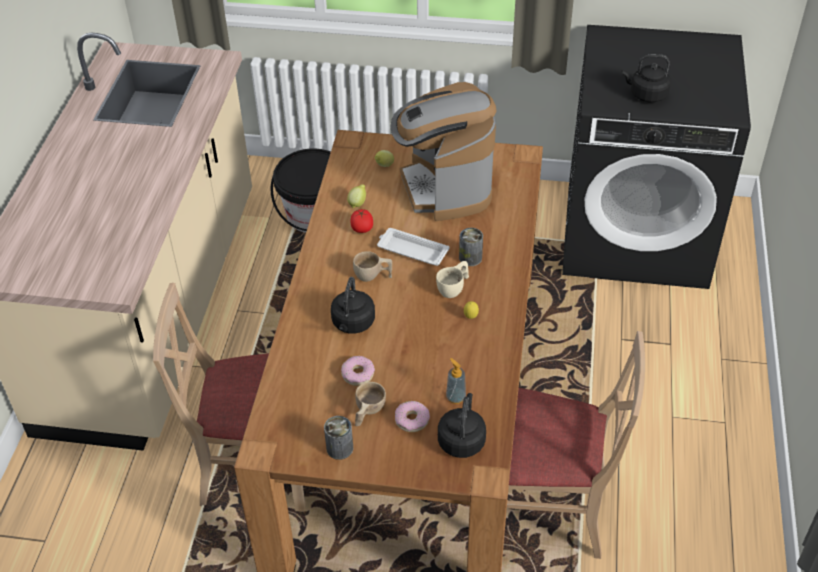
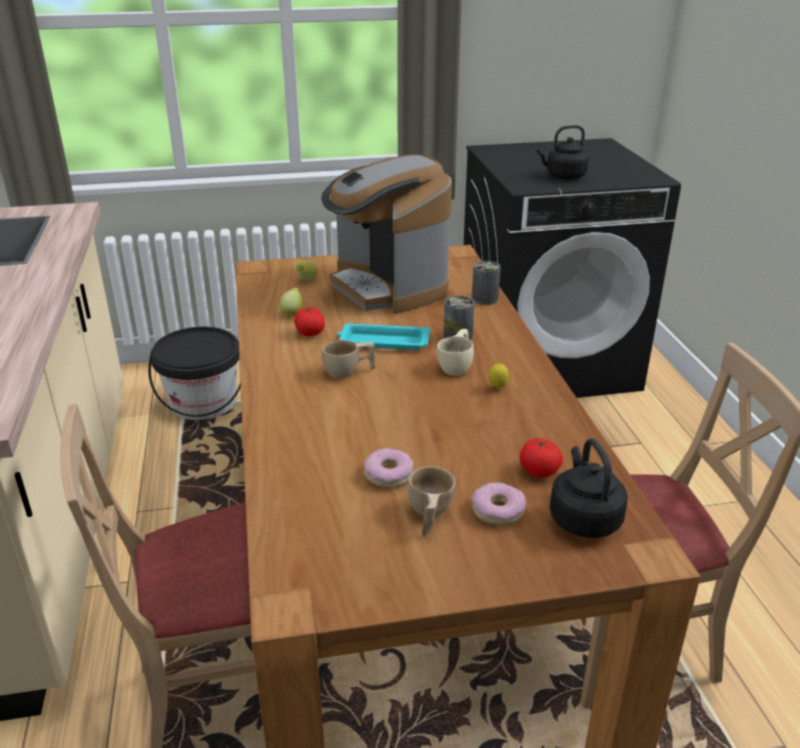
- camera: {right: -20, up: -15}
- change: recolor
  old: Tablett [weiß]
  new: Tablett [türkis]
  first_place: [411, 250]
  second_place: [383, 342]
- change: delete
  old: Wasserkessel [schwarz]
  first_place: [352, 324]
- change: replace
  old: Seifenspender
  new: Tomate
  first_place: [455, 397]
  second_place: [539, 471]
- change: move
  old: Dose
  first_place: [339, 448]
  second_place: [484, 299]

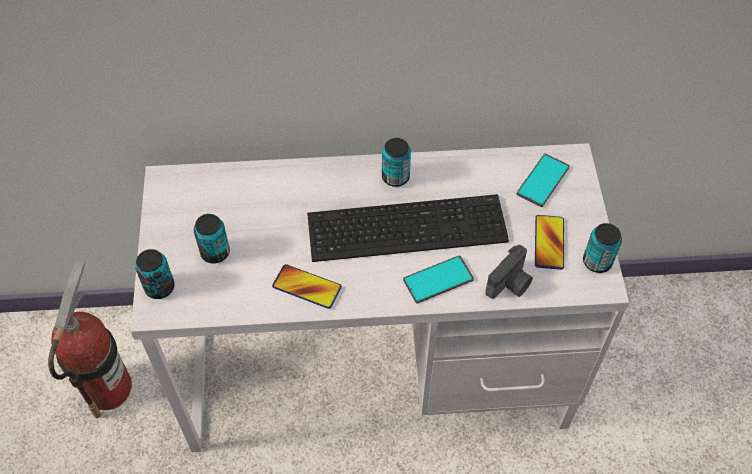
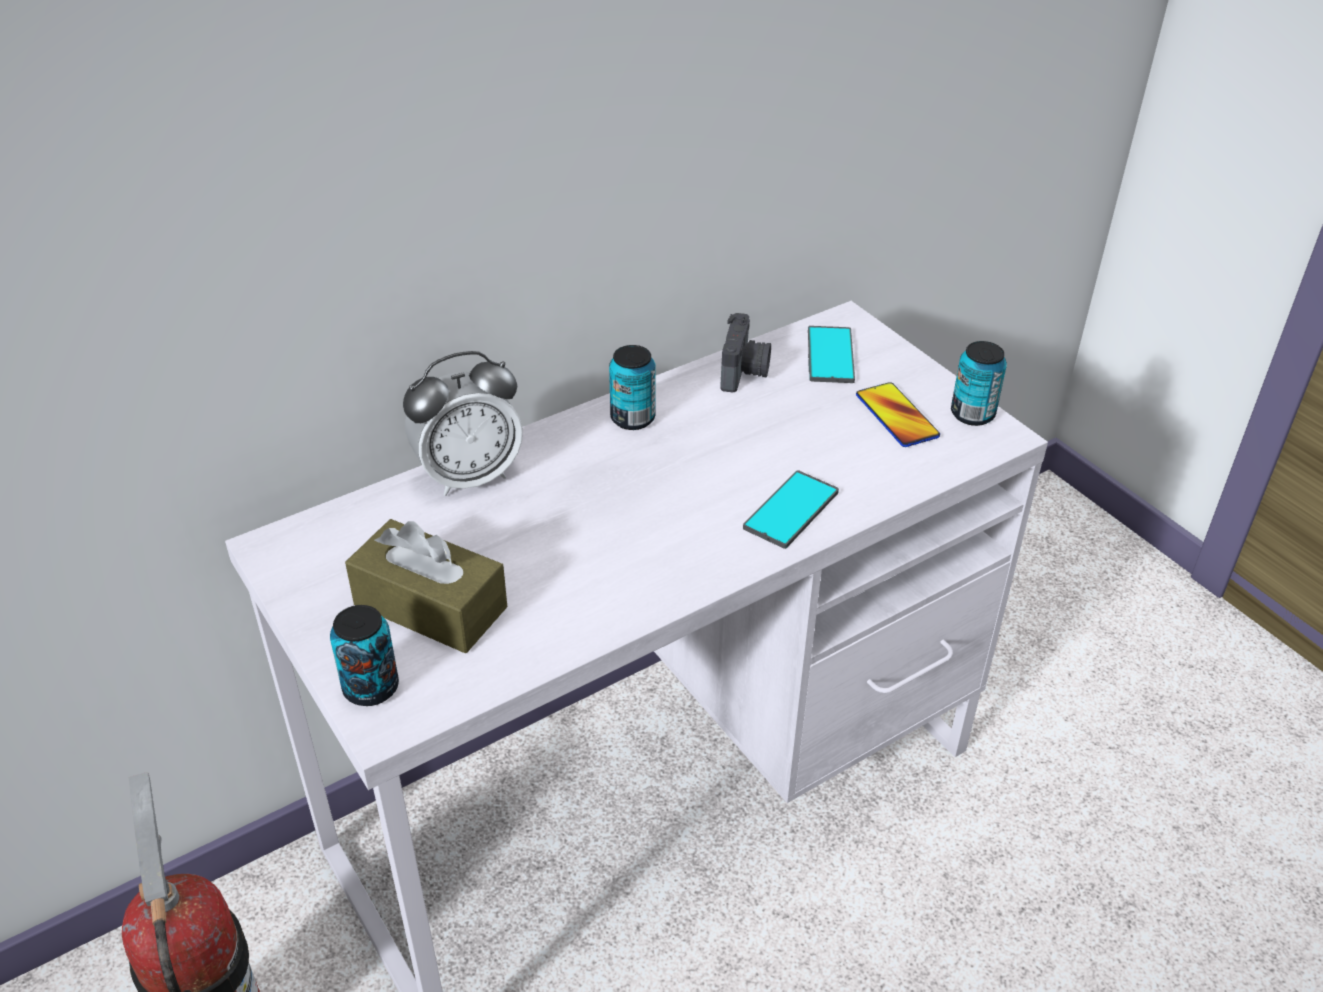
- camera: {right: -30, up: -15}
- change: delete
  old: Tastatur
  first_place: [404, 225]
- change: replace
  old: Dose
  new: Taschentuchbox [braun]
  first_place: [215, 252]
  second_place: [430, 606]
- change: move
  old: Kamera
  first_place: [510, 284]
  second_place: [745, 372]
- change: delete
  old: Handy
  first_place: [307, 287]
- change: insert
  new: Wecker
  second_place: [469, 476]

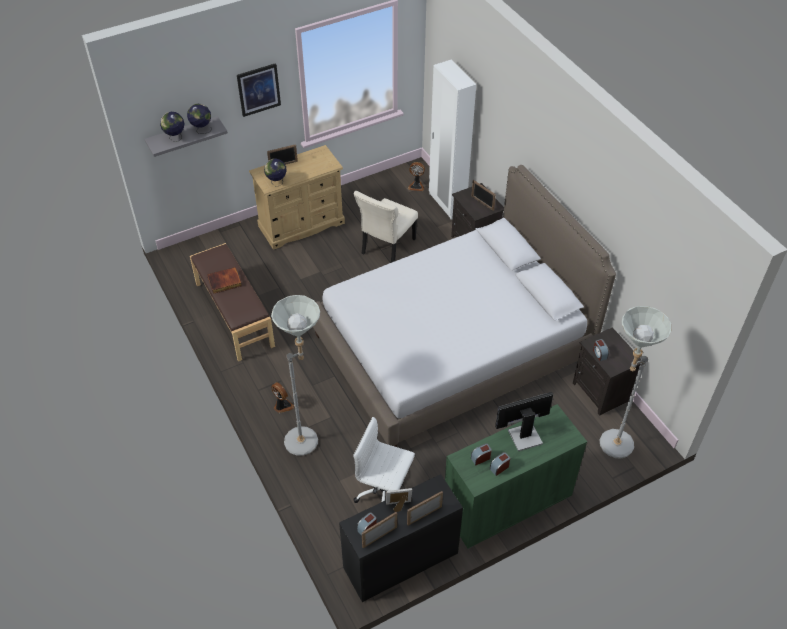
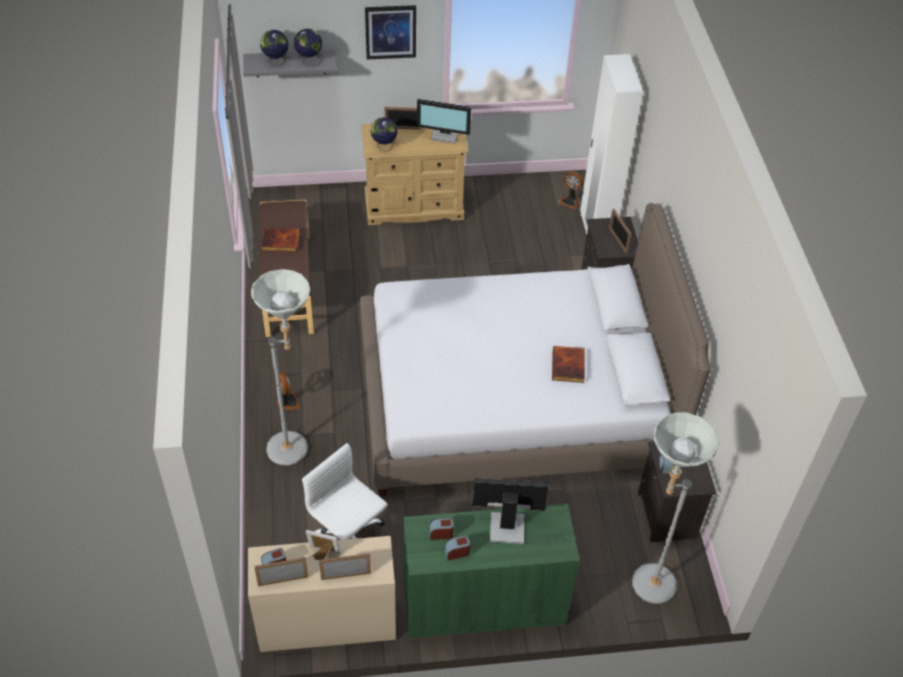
- camera: {right: 20, up: 0}
- change: delete
  old: Stuhl [beige]
  first_place: [387, 247]
- change: recolor
  old: Schreibtisch [schwarz]
  new: Schreibtisch [beige]
  first_place: [400, 561]
  second_place: [327, 623]
- change: insert
  new: Monitor
  second_place: [445, 135]
- change: insert
  new: Buch
  second_place: [569, 366]

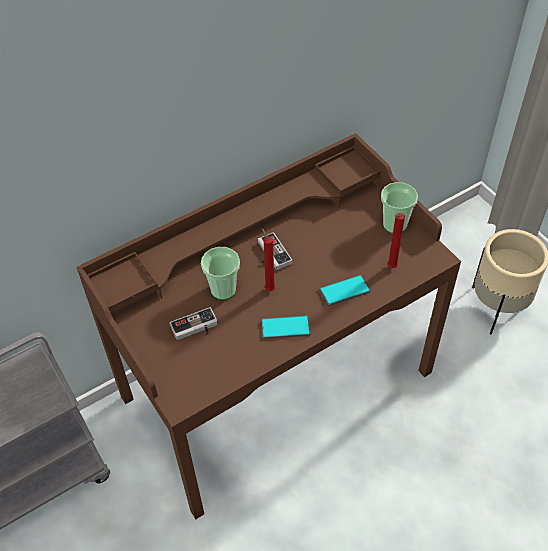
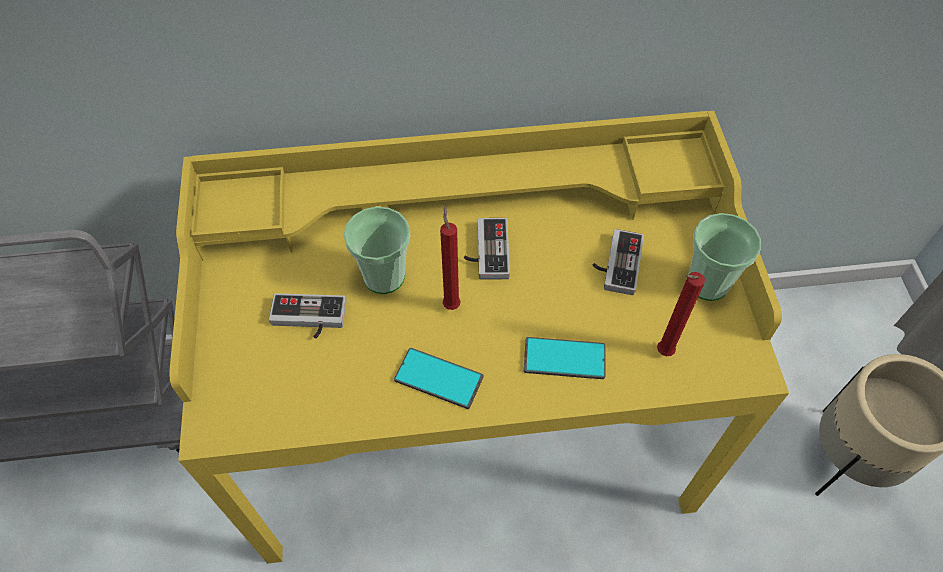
- camera: {right: 25, up: 5}
- change: recolor
  old: Schreibtisch [braun]
  new: Schreibtisch [gelb]
  first_place: [276, 383]
  second_place: [471, 424]
- change: insert
  new: Gamepad
  second_place: [615, 263]

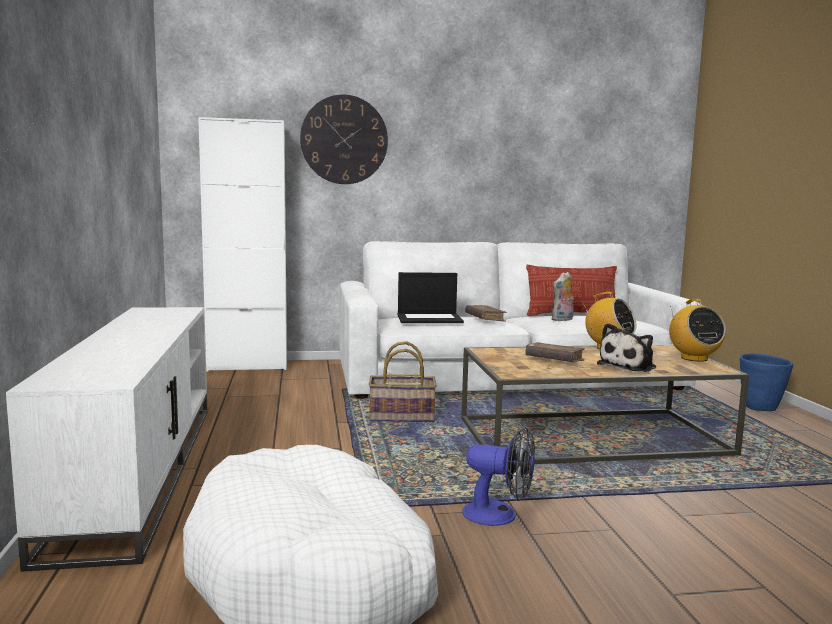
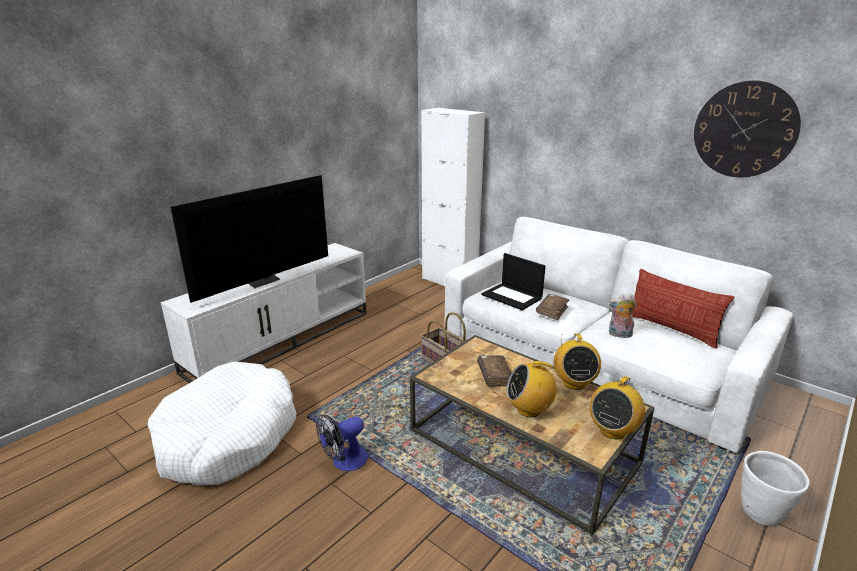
- camera: {right: 50, up: 15}
- change: move
  old: Wanduhr
  first_place: [344, 140]
  second_place: [744, 130]
- change: replace
  old: Plüschtier
  new: Radio
  first_place: [629, 366]
  second_place: [529, 409]
- change: recolor
  old: Pflanzkübel [blau]
  new: Pflanzkübel [weiß]
  first_place: [761, 408]
  second_place: [761, 514]
- change: rotate
  old: Ventilator
  first_place: [499, 515]
  second_place: [344, 462]
  degrees: 75
- change: insert
  new: Fernseher
  second_place: [262, 281]

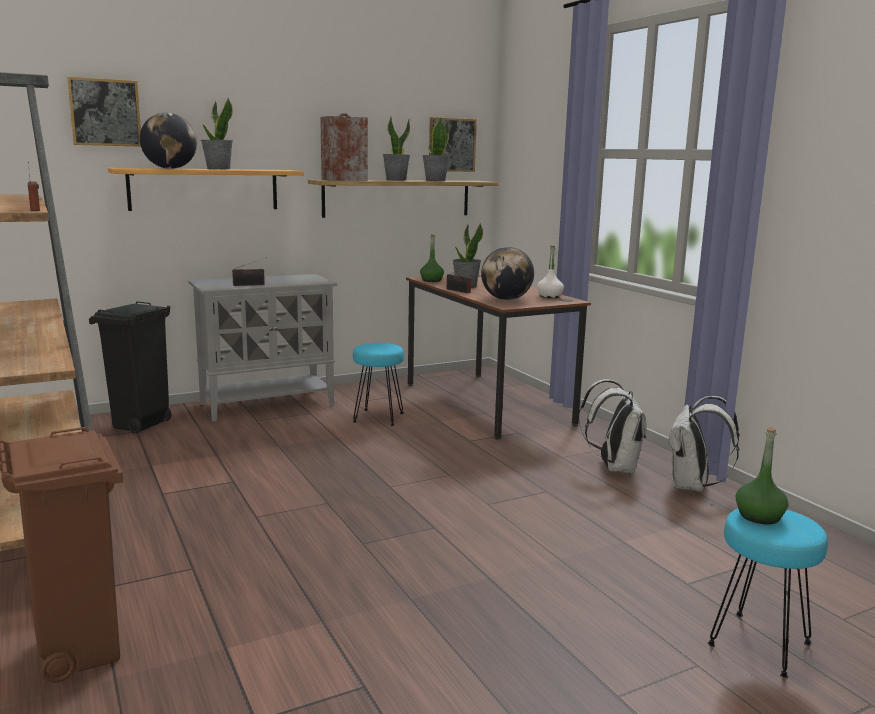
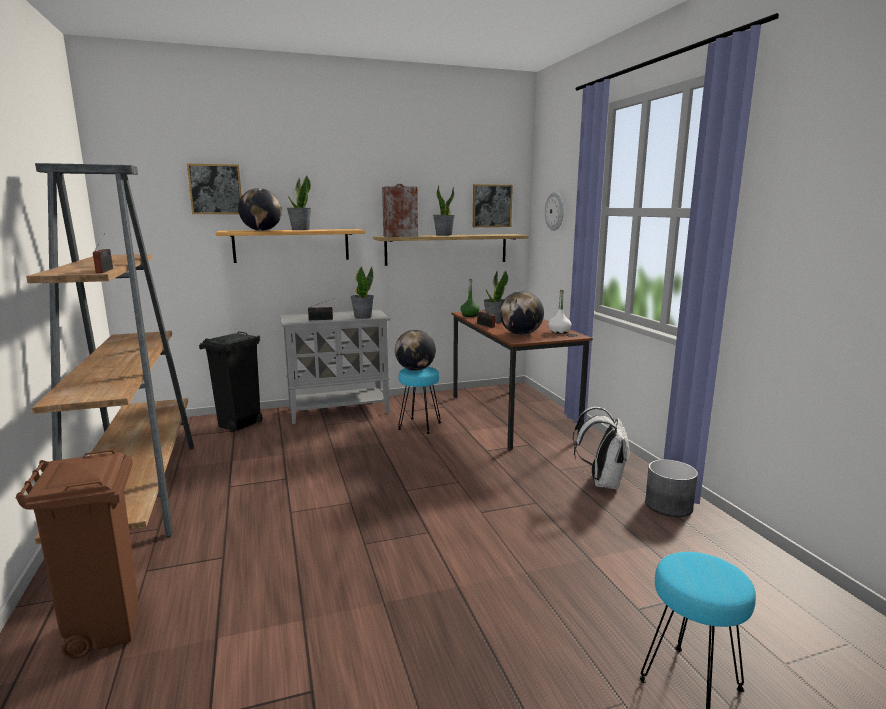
- camera: {right: 10, up: 0}
- change: move
  old: Topfpflanze
  first_place: [435, 180]
  second_place: [362, 317]
- change: replace
  old: Rucksack [weiß]
  new: Pflanzkübel [grau]
  first_place: [692, 486]
  second_place: [669, 506]
- change: delete
  old: Flasche [grün]
  first_place: [759, 516]
- change: insert
  new: Wanduhr
  second_place: [555, 211]
- change: insert
  new: Globus
  second_place: [415, 369]

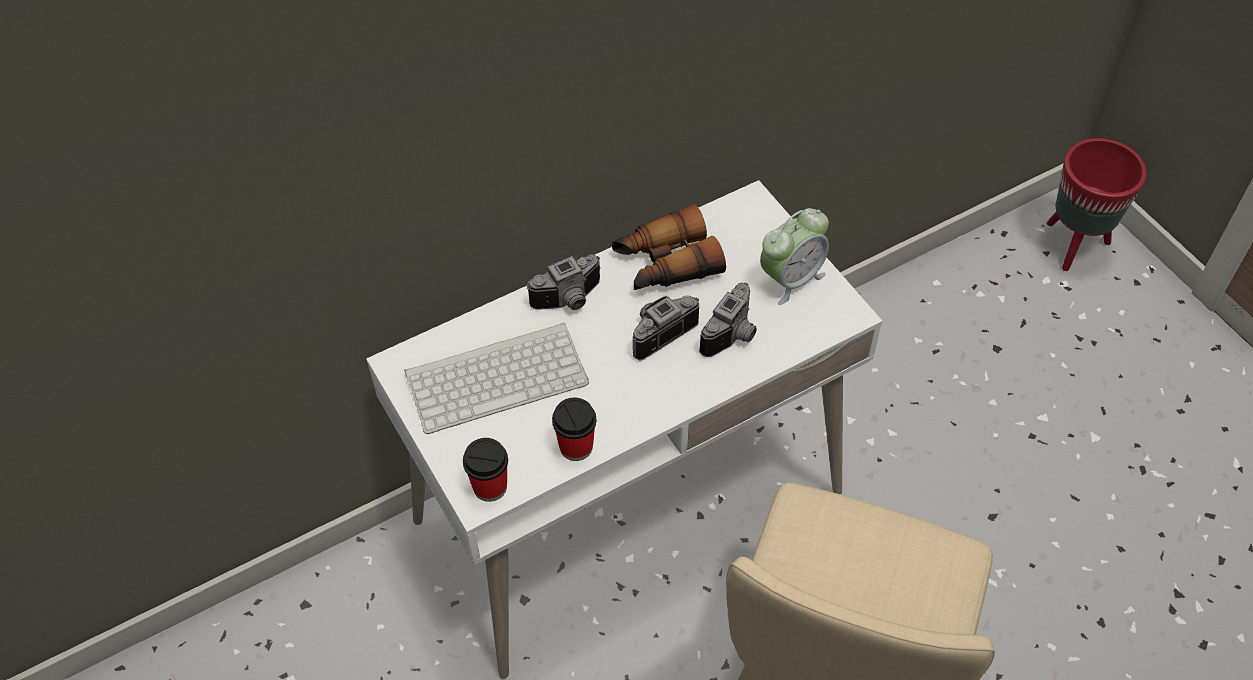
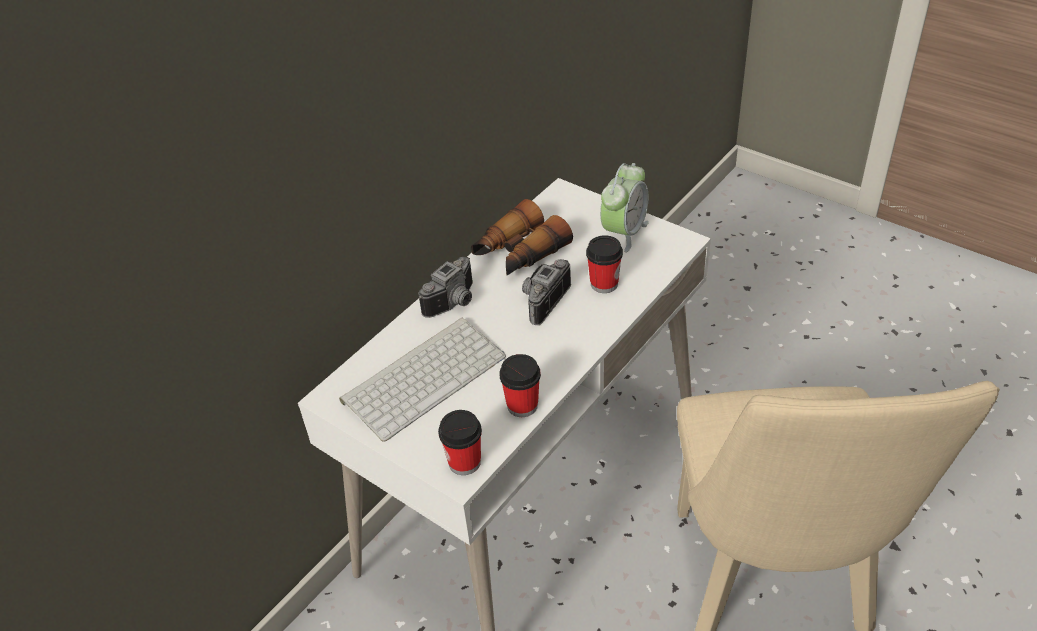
- camera: {right: -20, up: -10}
- change: delete
  old: Pflanzkübel [rot]
  first_place: [1074, 246]
- change: replace
  old: Kamera
  new: Tasse
  first_place: [734, 335]
  second_place: [604, 284]

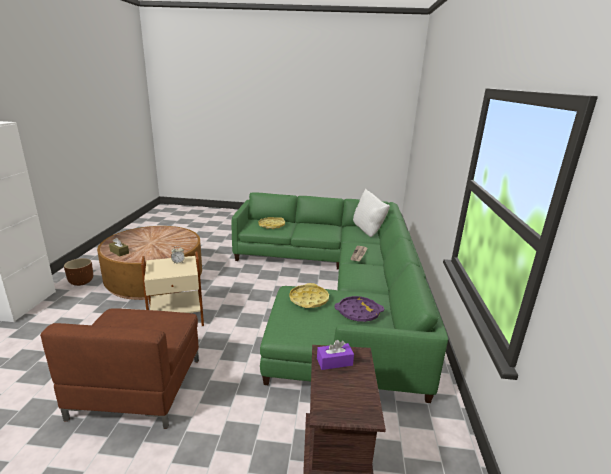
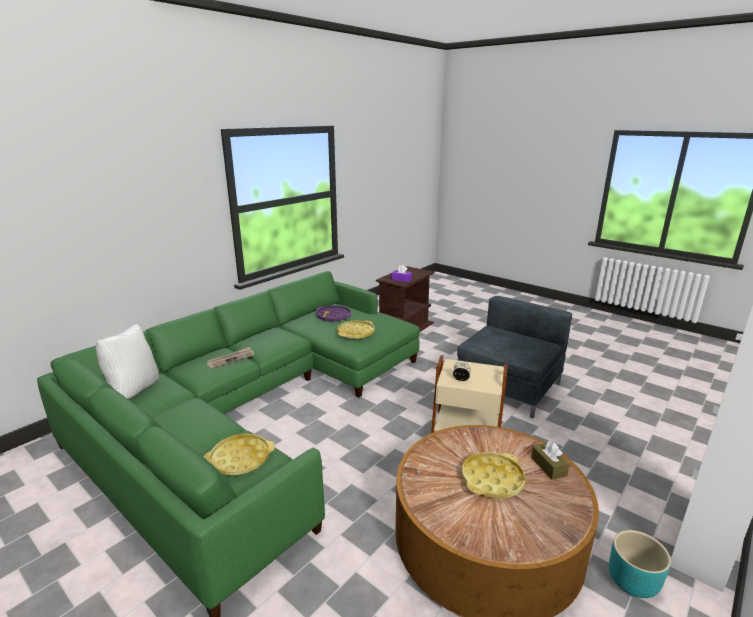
- camera: {right: -145, up: 0}
- change: recolor
  old: Pflanzkübel [braun]
  new: Pflanzkübel [türkis]
  first_place: [81, 282]
  second_place: [632, 583]
- change: recolor
  old: Sessel [braun]
  new: Sessel [grau]
  first_place: [139, 386]
  second_place: [507, 387]
- change: insert
  new: Tablett [gelb]
  second_place: [492, 479]

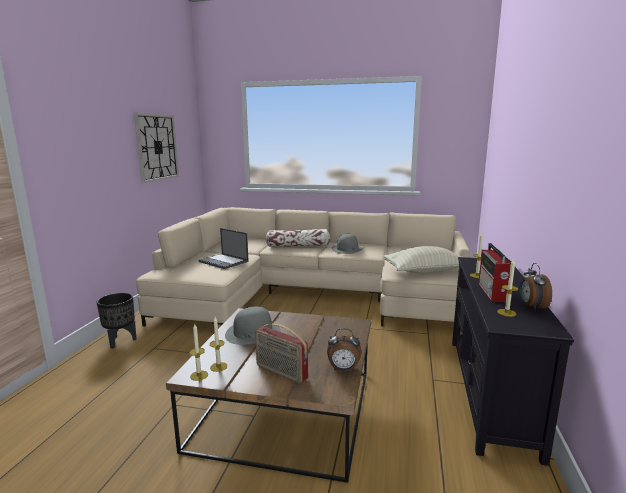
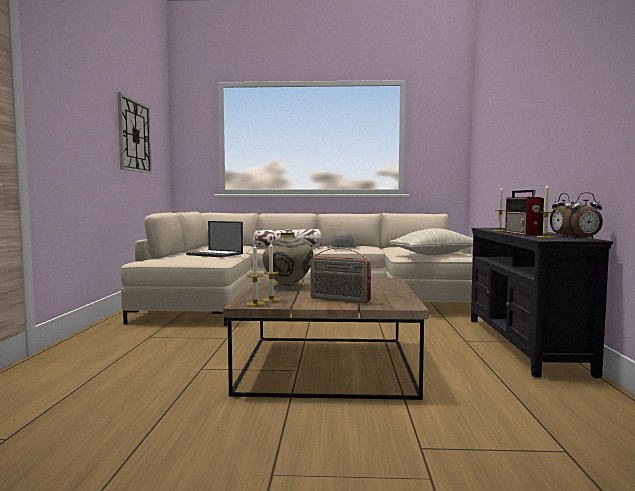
- camera: {right: -10, up: -10}
- change: delete
  old: Pflanzkübel [schwarz]
  first_place: [120, 341]
- change: replace
  old: Hut [grau]
  new: Vase [beige]
  first_place: [252, 333]
  second_place: [287, 286]
- change: move
  old: Wecker
  first_place: [343, 370]
  second_place: [583, 239]

